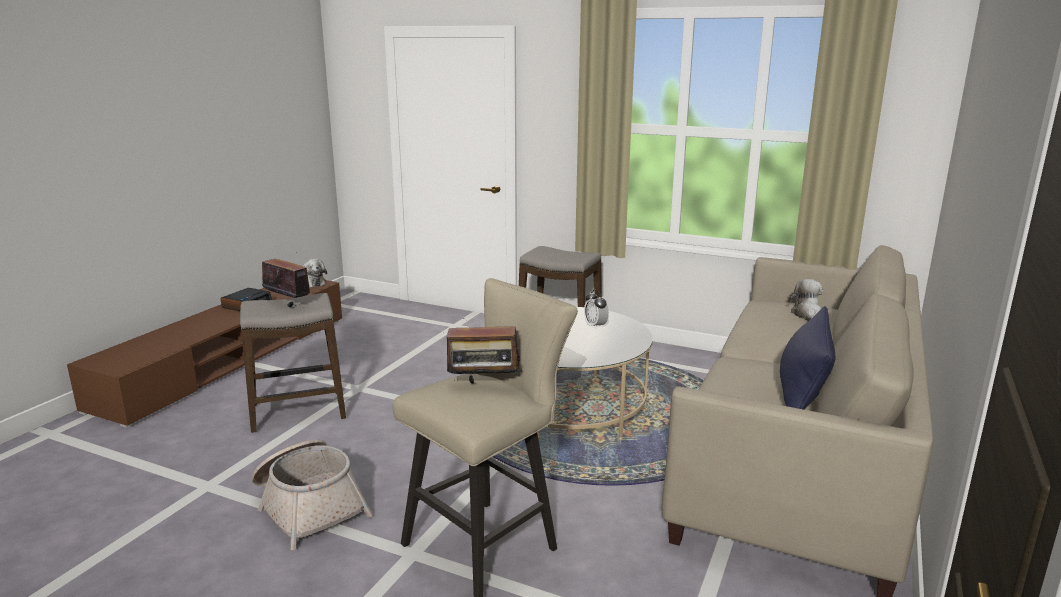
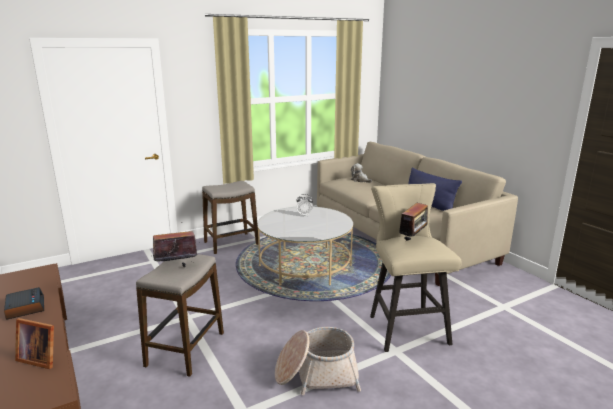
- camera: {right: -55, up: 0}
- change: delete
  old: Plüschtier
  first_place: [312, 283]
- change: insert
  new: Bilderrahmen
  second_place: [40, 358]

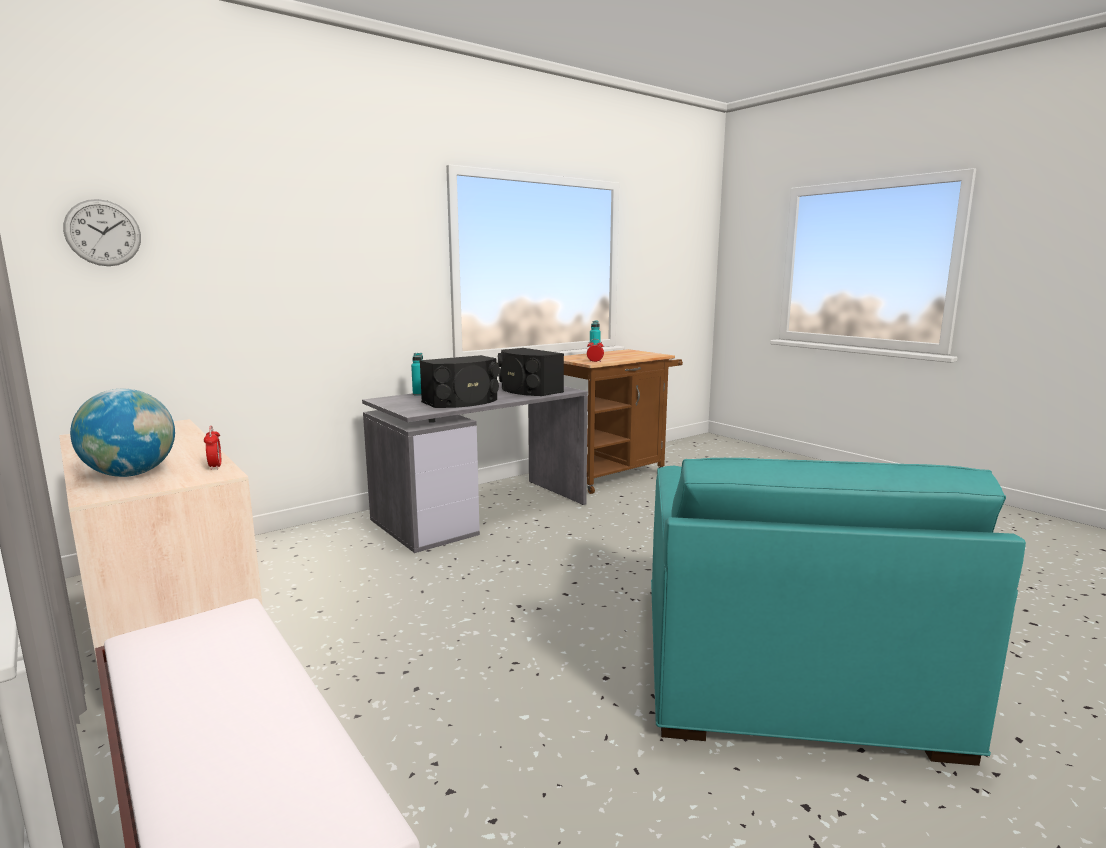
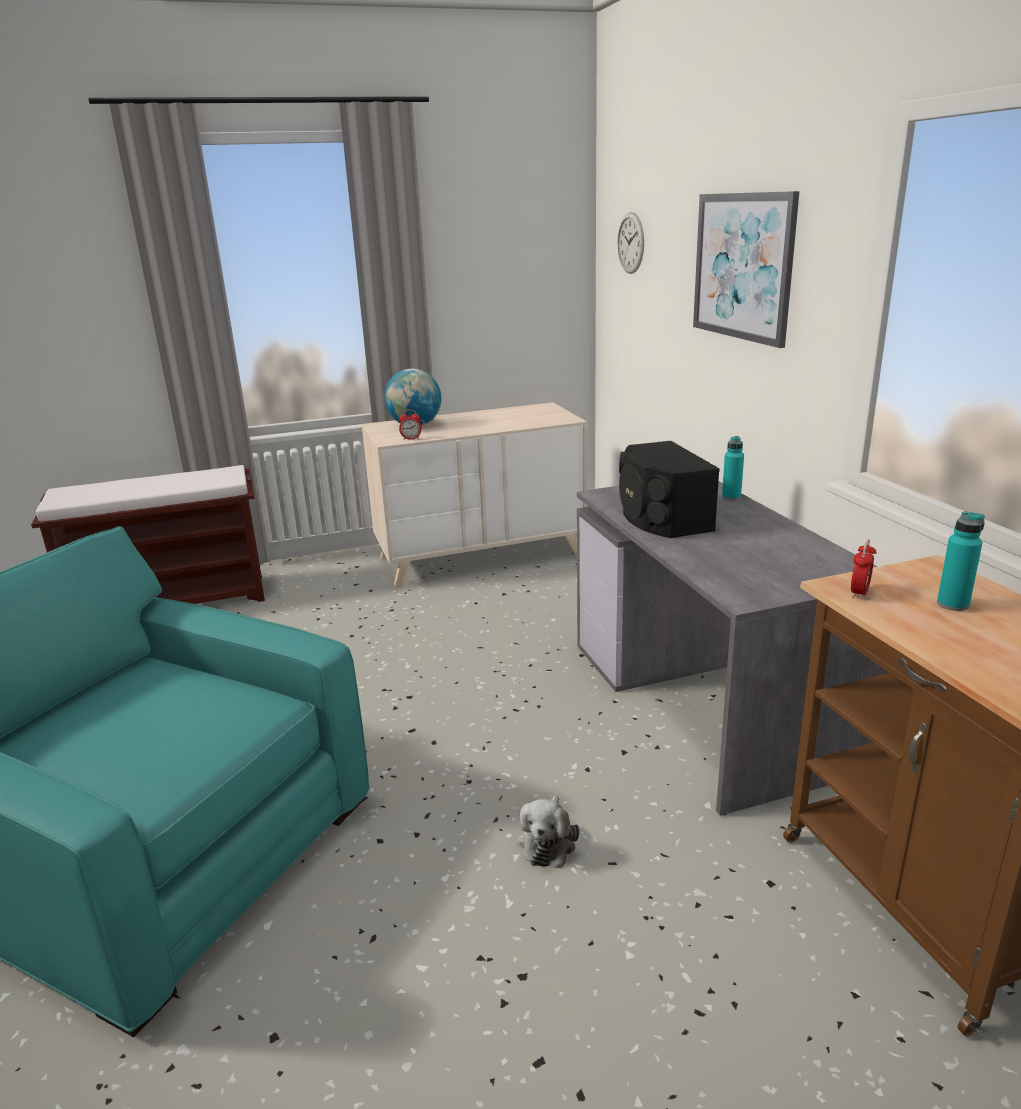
- camera: {right: 110, up: 10}
- change: delete
  old: Lautsprecher [schwarz]
  first_place: [528, 390]
- change: insert
  new: Bild
  second_place: [742, 266]
- change: insert
  new: Plüschtier
  second_place: [547, 842]

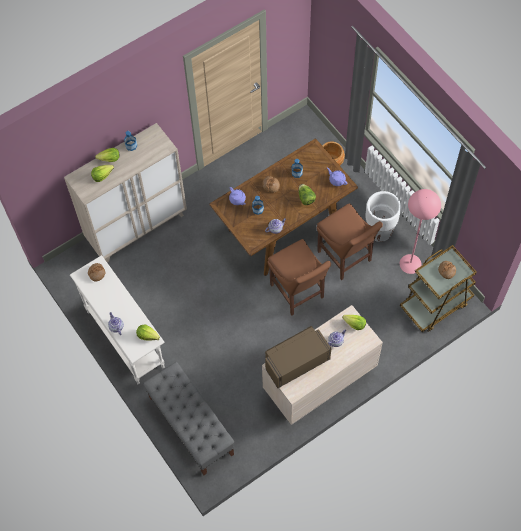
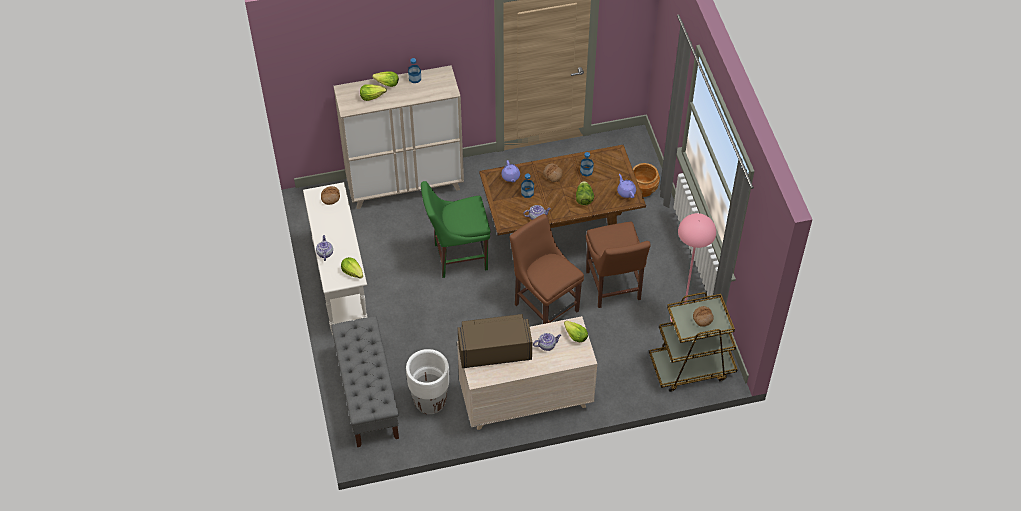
- camera: {right: 20, up: -10}
- change: move
  old: Pflanzkübel [weiß]
  first_place: [379, 232]
  second_place: [430, 402]
- change: rotate
  old: Stuhl [braun]
  first_place: [298, 293]
  second_place: [544, 305]
  degrees: 150
- change: insert
  new: Stuhl [grün]
  second_place: [457, 257]

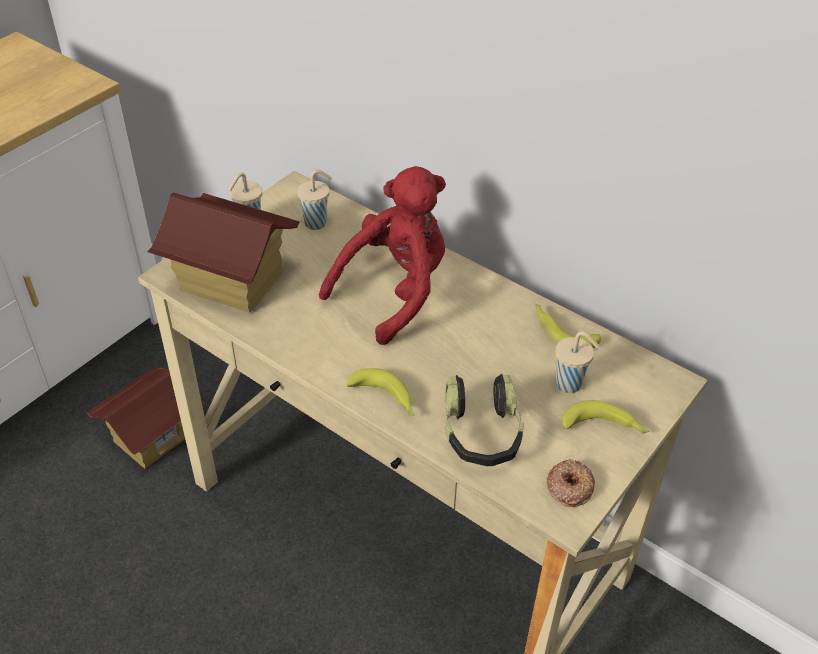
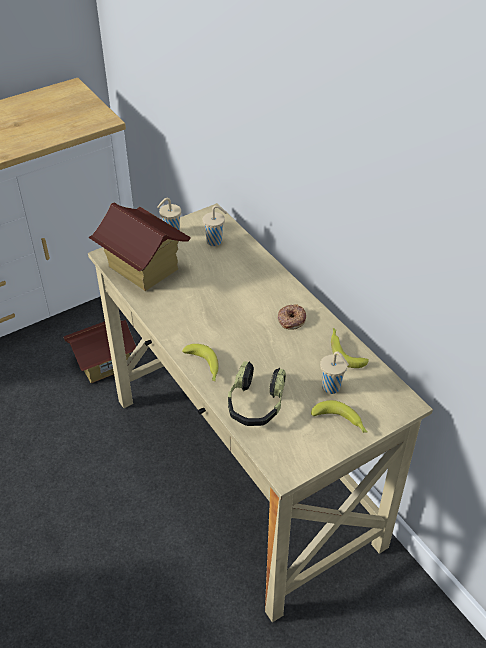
- camera: {right: 20, up: 0}
- change: delete
  old: Plüschtier [rot]
  first_place: [395, 292]
- change: move
  old: Donut
  first_place: [569, 486]
  second_place: [291, 319]

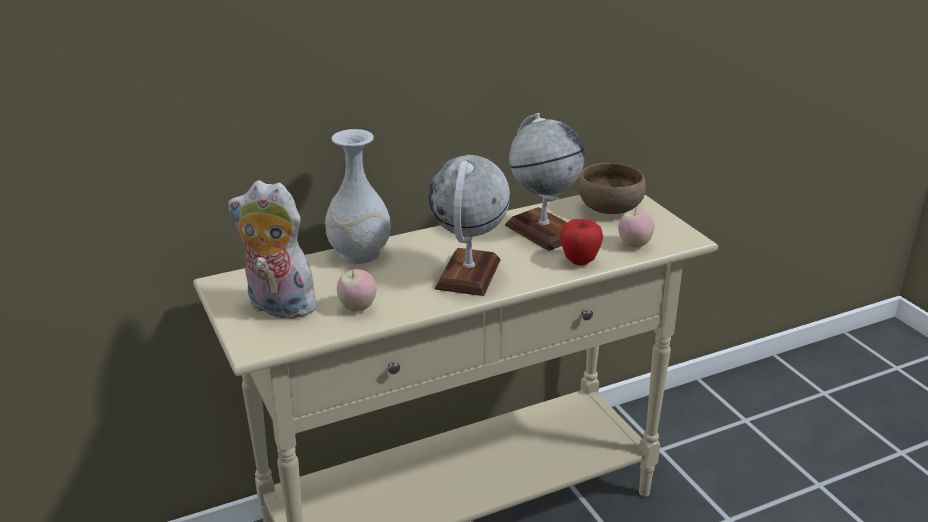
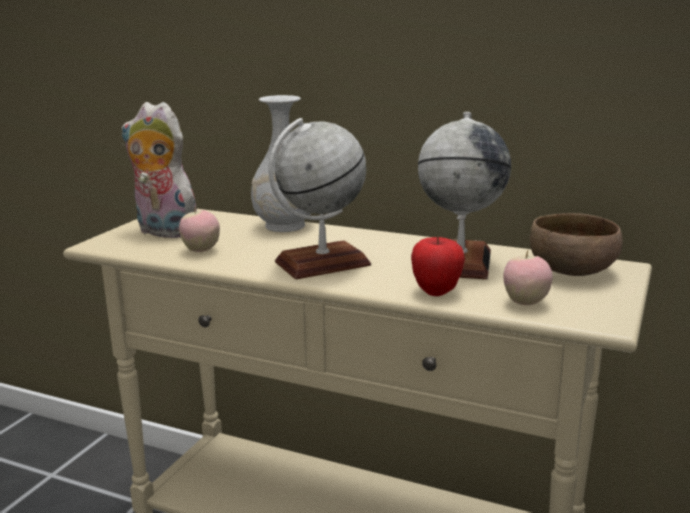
- camera: {right: 50, up: -10}
- change: rotate
  old: Plüschtier
  first_place: [277, 307]
  second_place: [163, 232]
  degrees: -45

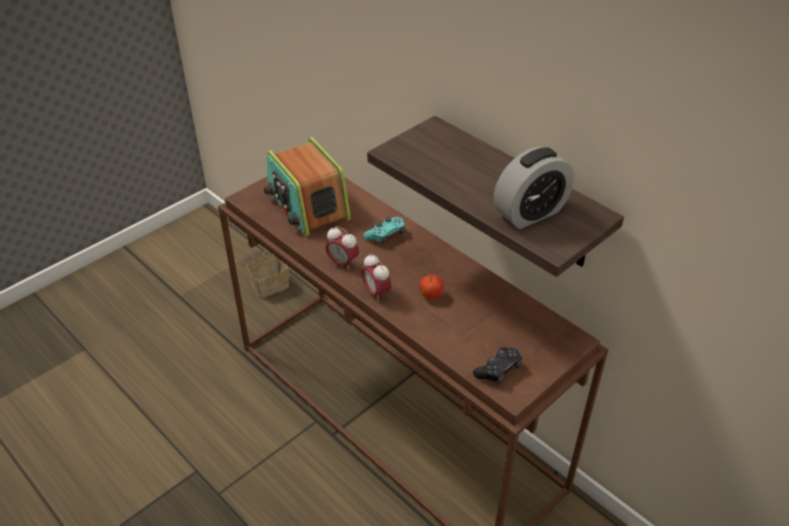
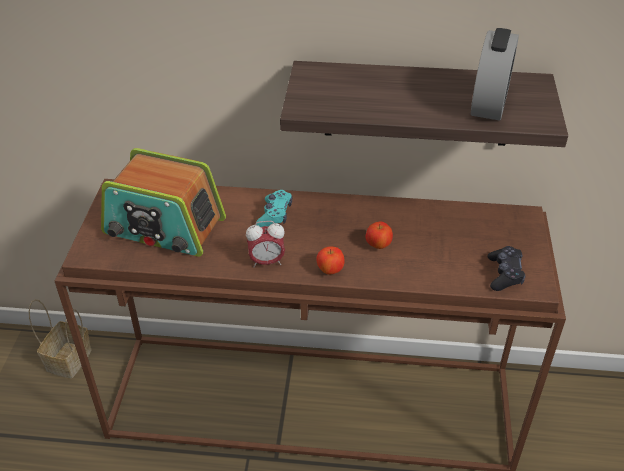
- camera: {right: -40, up: 0}
- change: replace
  old: Wecker
  new: Apfel
  first_place: [376, 293]
  second_place: [330, 270]

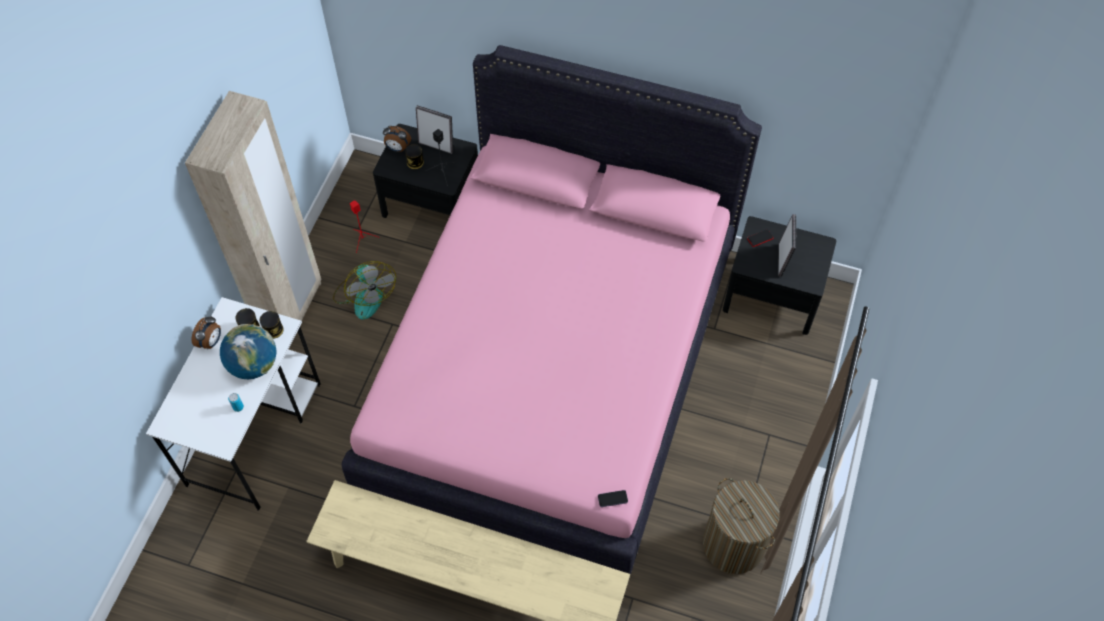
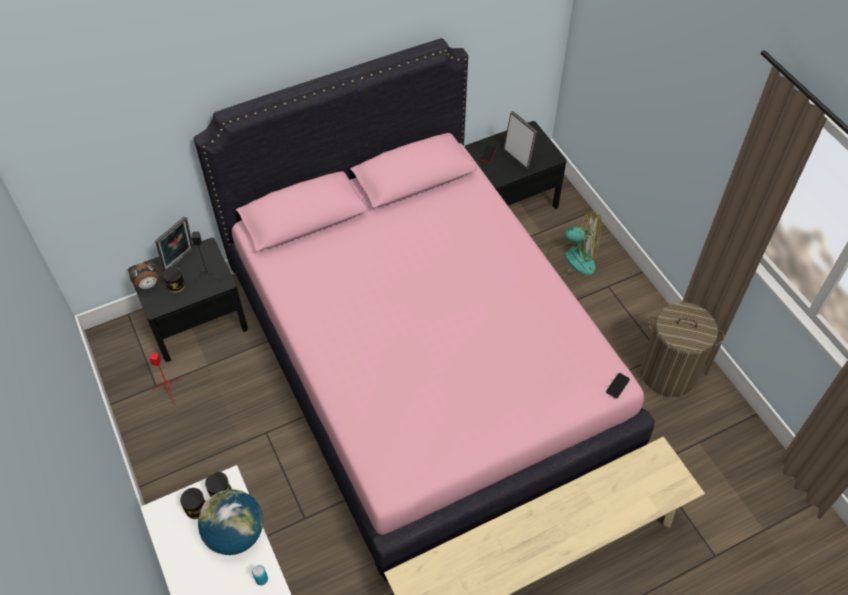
- camera: {right: -45, up: -5}
- change: delete
  old: Kleiderschrank [beige]
  first_place: [292, 311]
- change: rotate
  old: Bilderrahmen
  first_place: [436, 145]
  second_place: [180, 261]
  degrees: 150
- change: move
  old: Ventilator
  first_place: [364, 295]
  second_place: [572, 259]
- change: delete
  old: Wecker
  first_place: [211, 342]

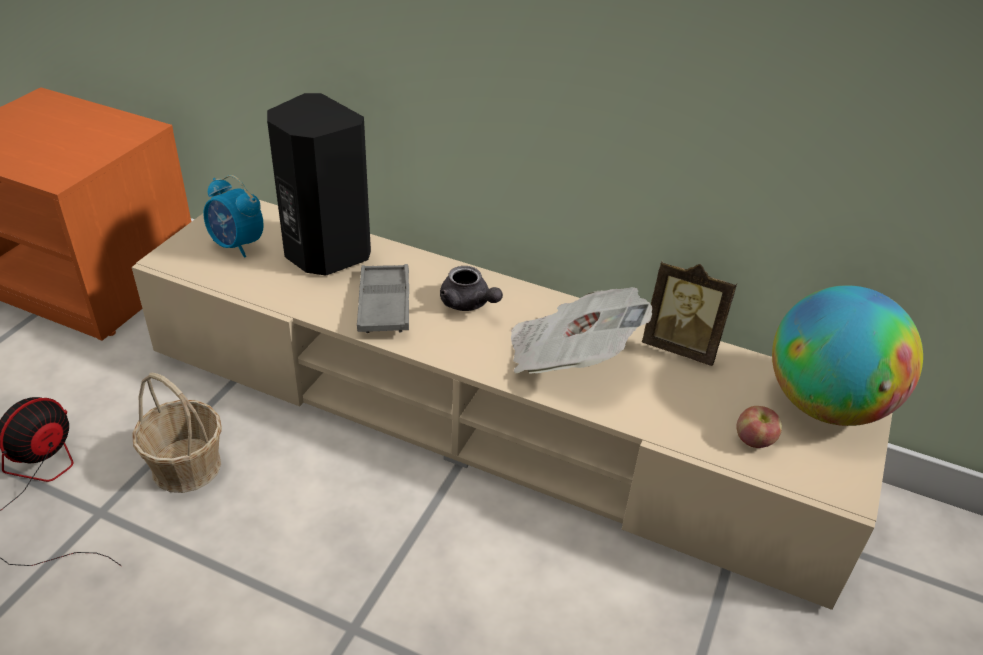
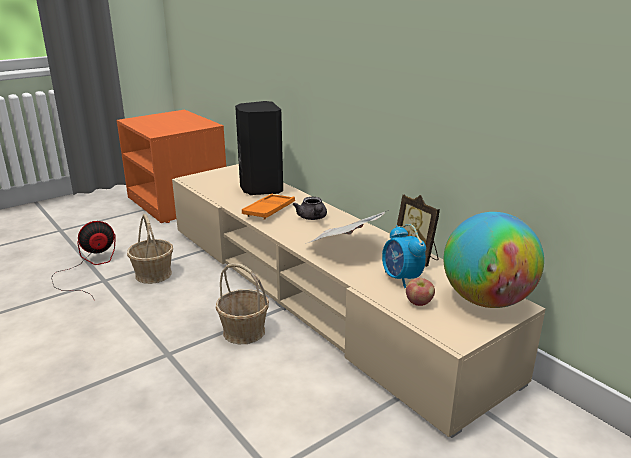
- camera: {right: 30, up: -15}
- change: move
  old: Wecker
  first_place: [237, 245]
  second_place: [401, 279]
- change: recolor
  old: Tablett [grau]
  new: Tablett [orange]
  first_place: [384, 304]
  second_place: [269, 210]
- change: insert
  new: Korb
  second_place: [244, 332]

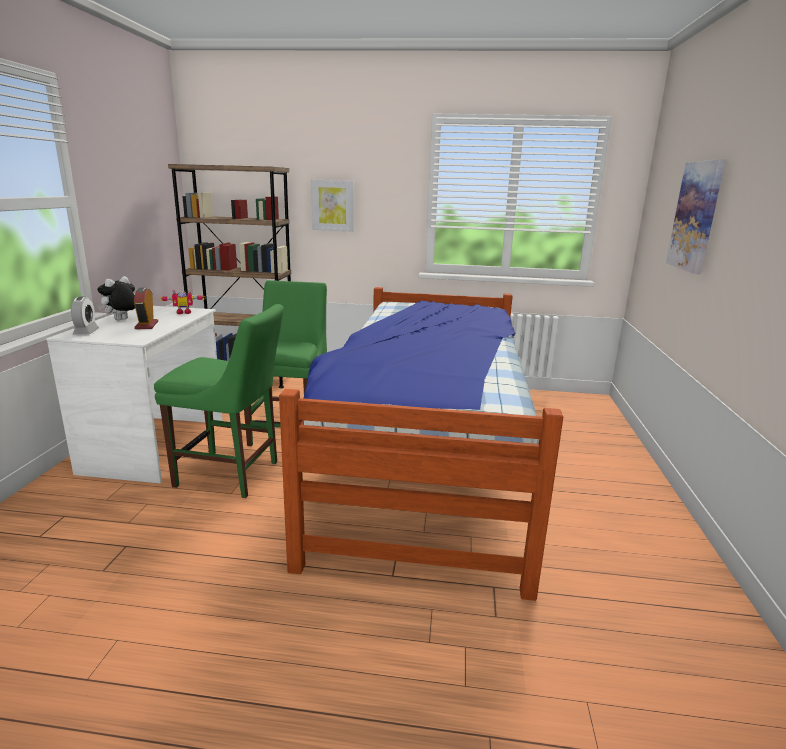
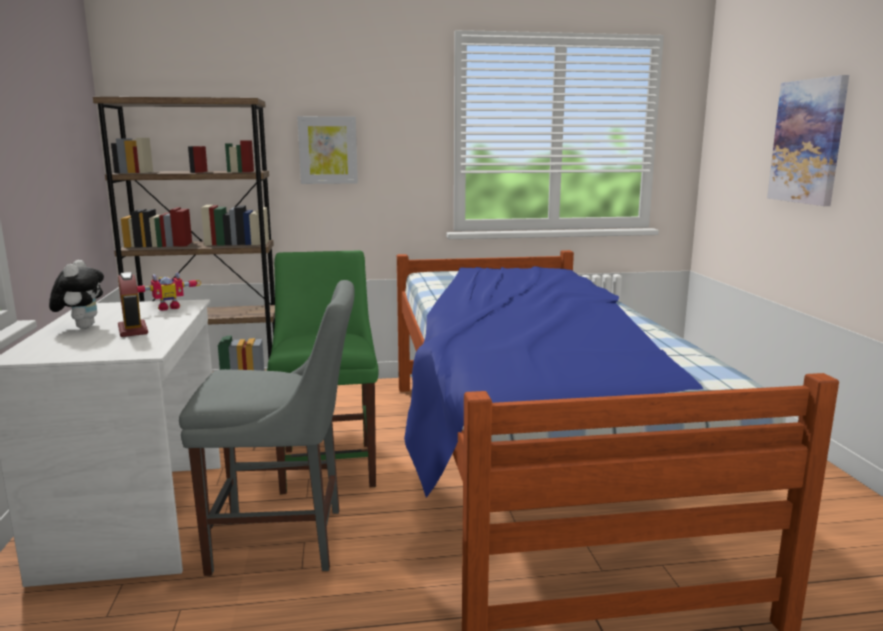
- camera: {right: -15, up: -5}
- change: rotate
  old: Plüschtier
  first_place: [121, 320]
  second_place: [82, 327]
  degrees: 150
- change: delete
  old: Wecker
  first_place: [86, 332]
- change: recolor
  old: Stuhl [grün]
  new: Stuhl [grau]
  first_place: [232, 475]
  second_place: [285, 540]

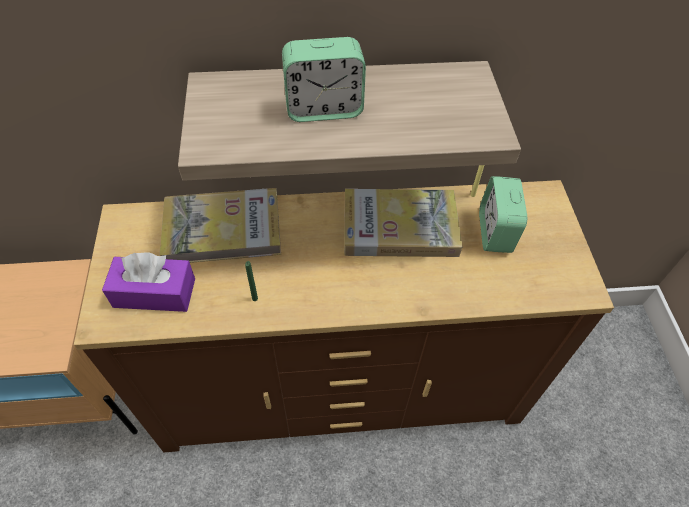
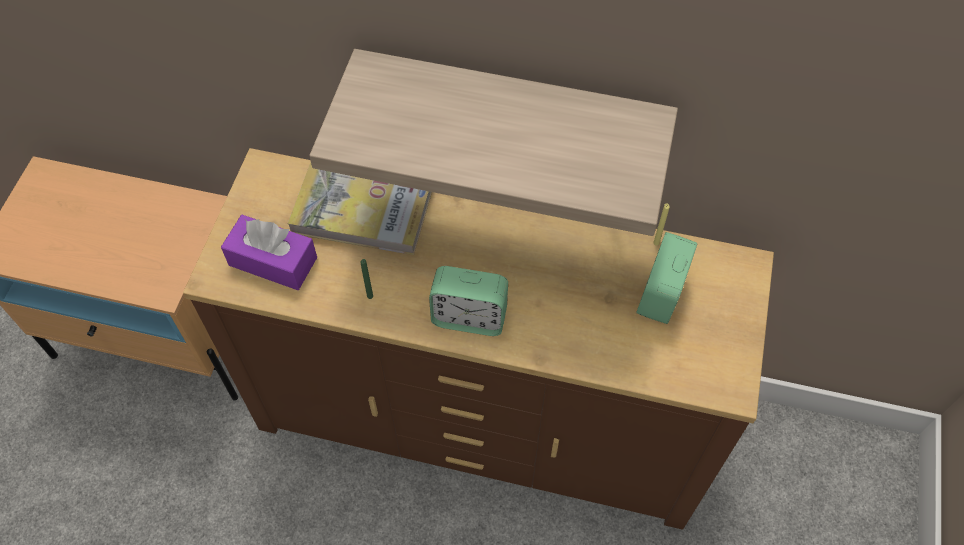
- camera: {right: 20, up: 5}
- change: move
  old: Wecker
  first_place: [324, 109]
  second_place: [469, 317]
- change: delete
  old: Buch
  first_place: [400, 226]

